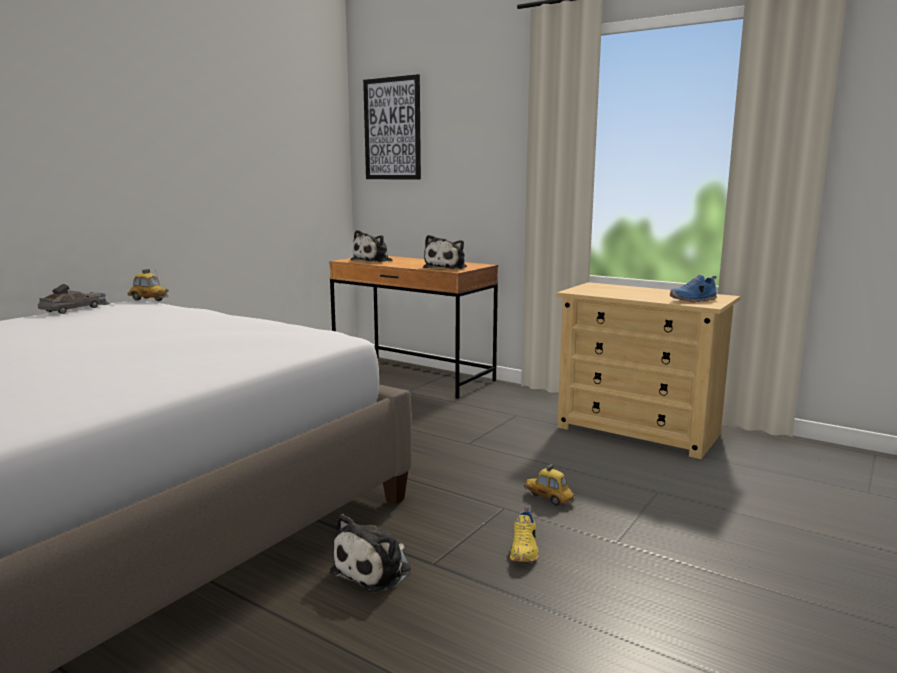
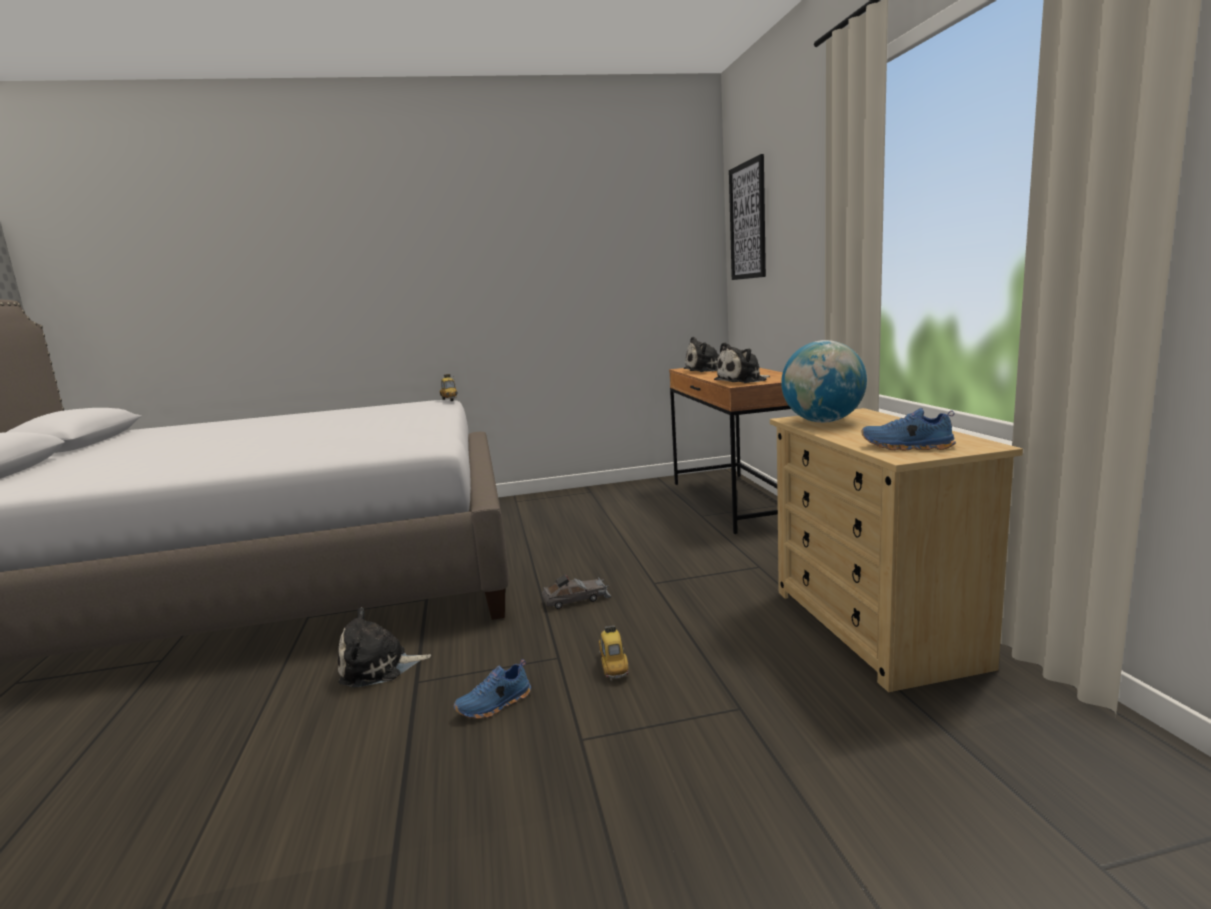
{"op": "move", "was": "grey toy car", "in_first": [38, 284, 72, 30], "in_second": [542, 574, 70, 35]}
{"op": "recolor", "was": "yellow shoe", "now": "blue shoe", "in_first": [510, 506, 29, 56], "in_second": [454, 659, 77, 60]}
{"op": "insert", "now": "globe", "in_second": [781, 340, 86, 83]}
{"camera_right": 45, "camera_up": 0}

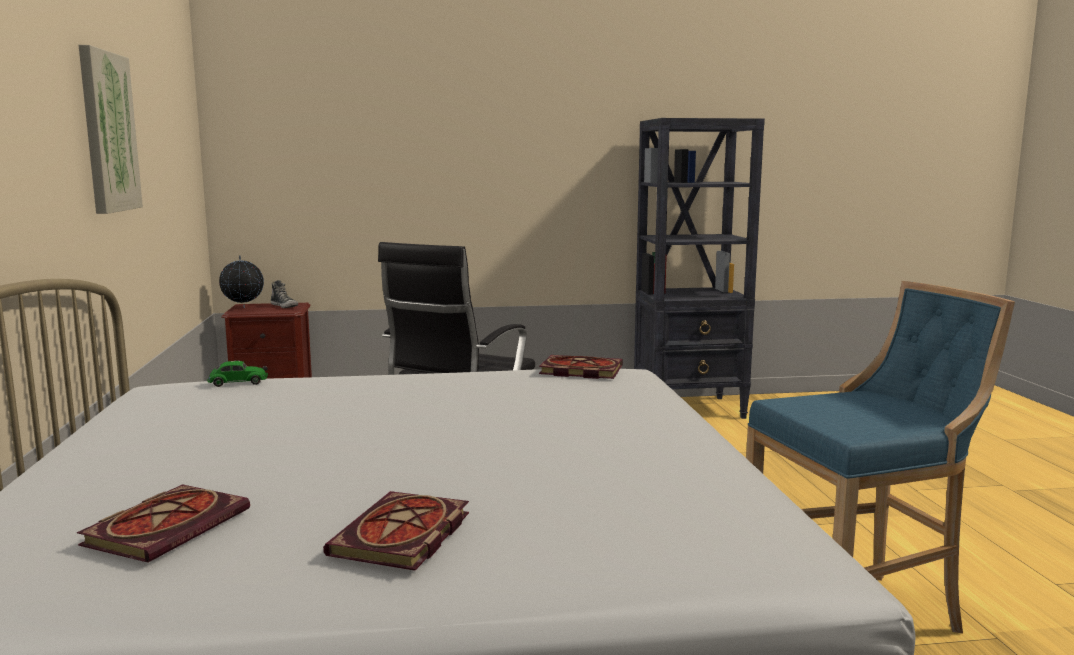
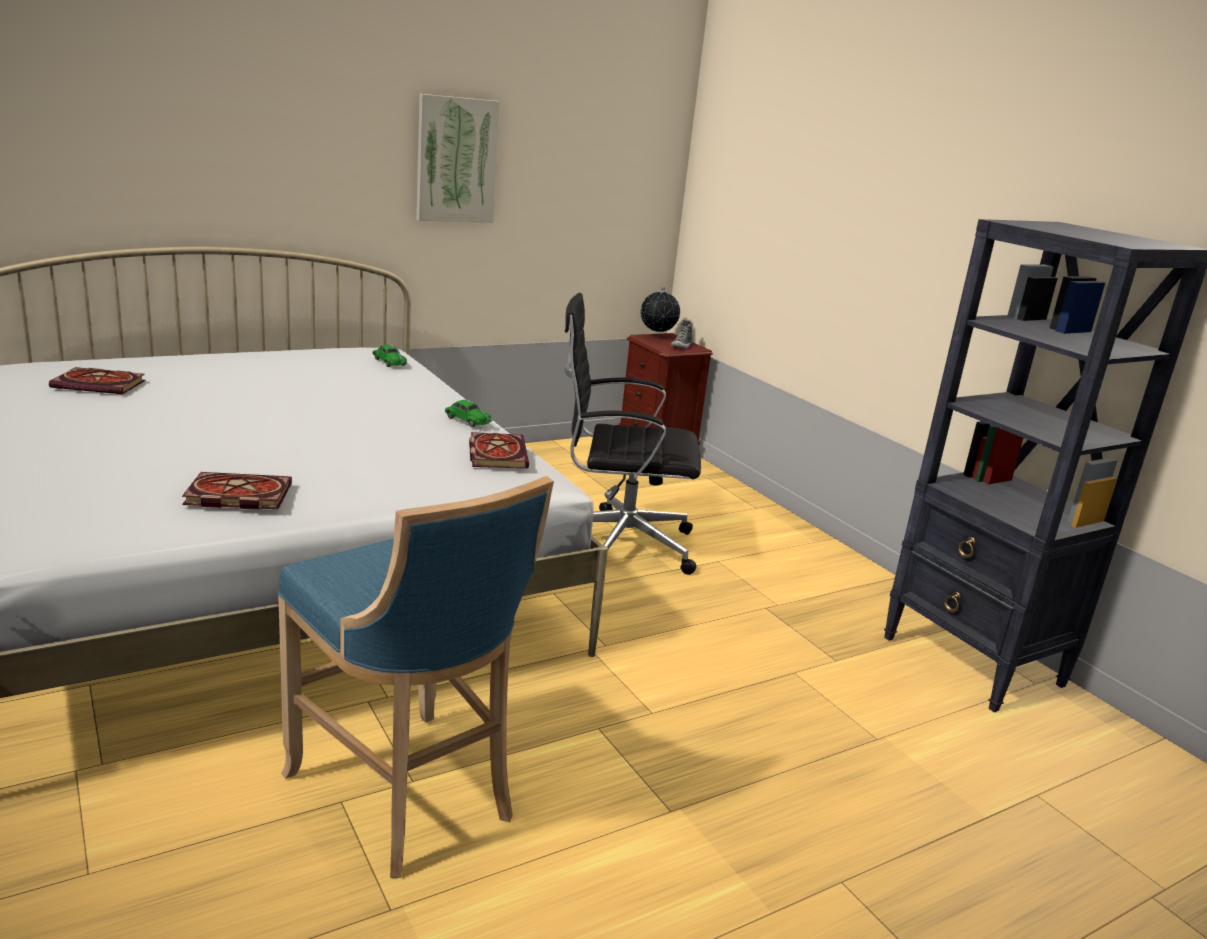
{"op": "move", "was": "book", "in_first": [323, 491, 146, 80], "in_second": [182, 472, 110, 38]}
{"op": "insert", "now": "green toy car", "in_second": [445, 400, 47, 27]}
{"camera_right": 65, "camera_up": 10}

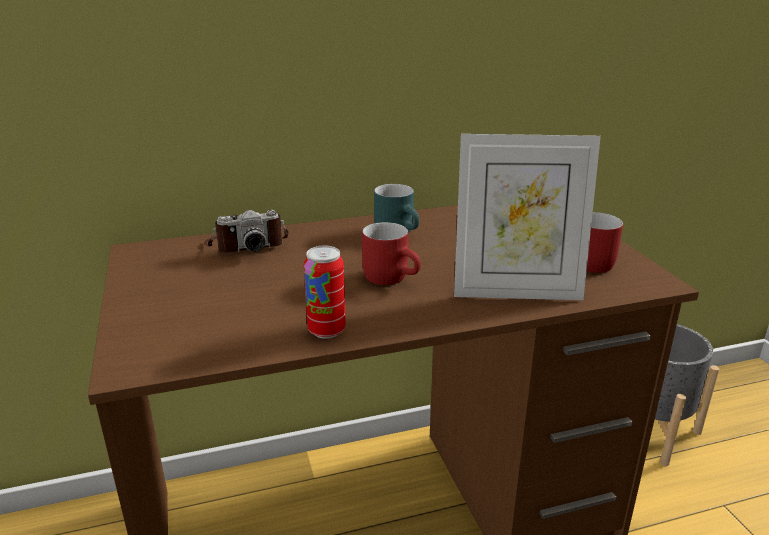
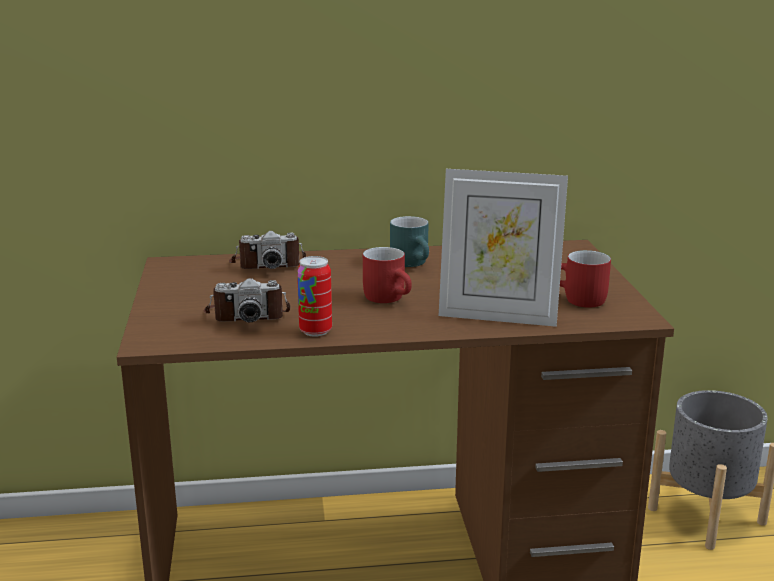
{"op": "insert", "now": "photo camera", "in_second": [204, 278, 86, 44]}
{"camera_right": 10, "camera_up": -5}

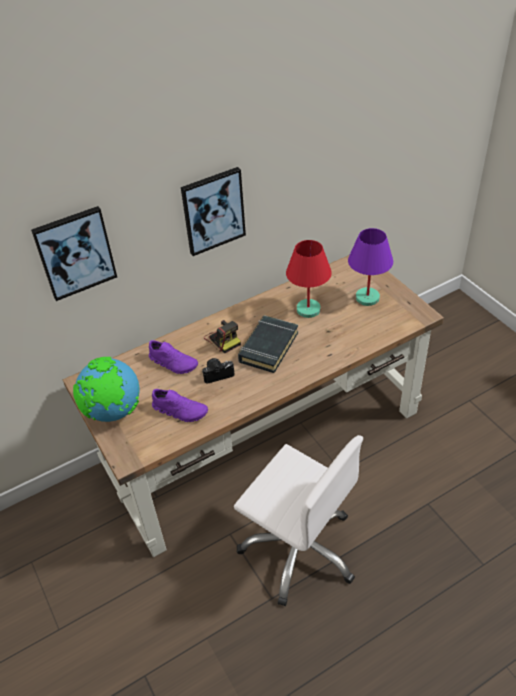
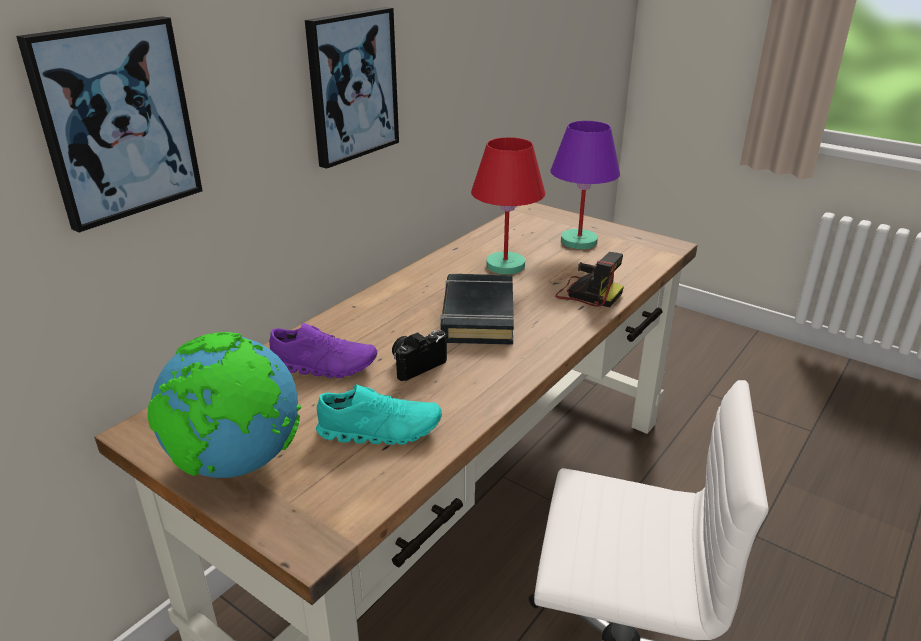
{"op": "recolor", "was": "purple shoe", "now": "turquoise shoe", "in_first": [152, 389, 56, 33], "in_second": [316, 385, 126, 60]}
{"op": "move", "was": "photo camera", "in_first": [204, 320, 37, 33], "in_second": [555, 252, 69, 55]}
{"camera_right": -25, "camera_up": -15}

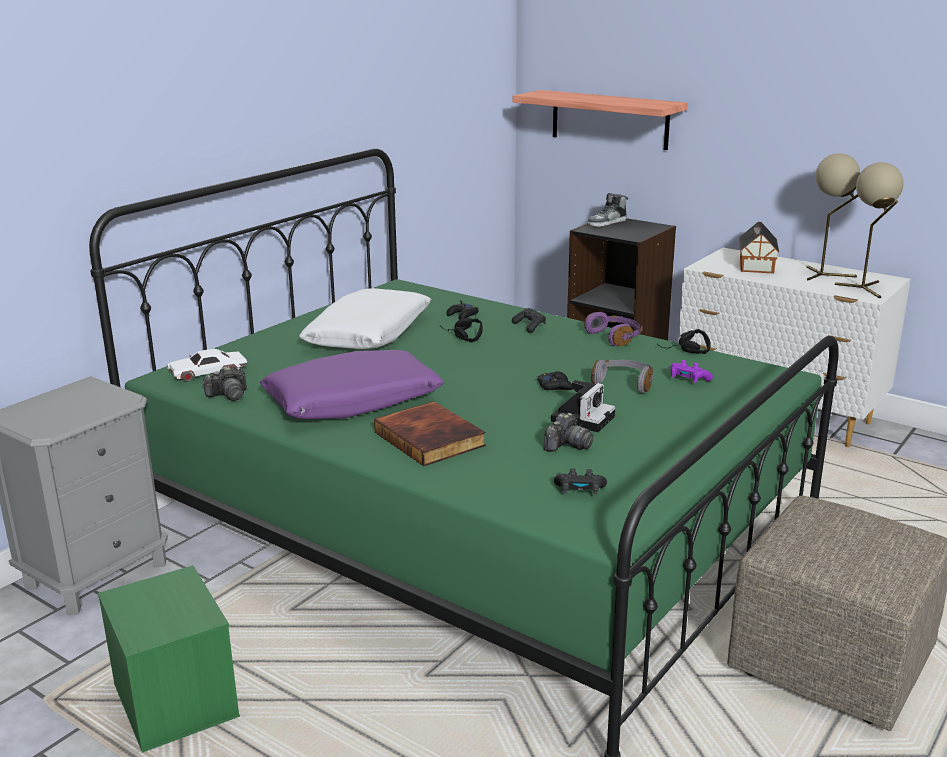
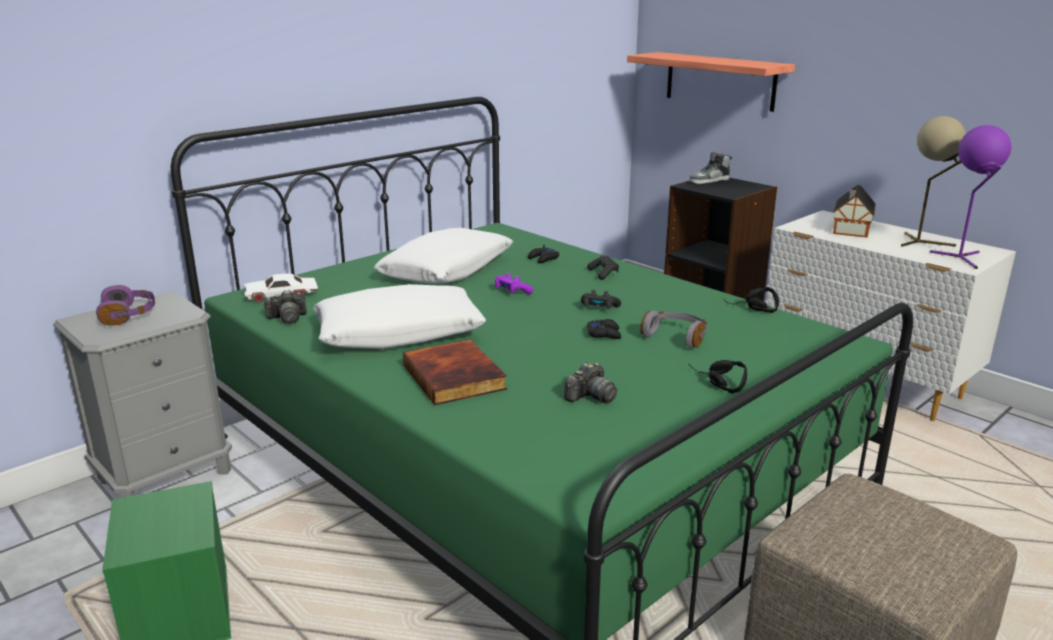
{"op": "recolor", "was": "purple pillow", "now": "white pillow", "in_first": [260, 350, 184, 69], "in_second": [313, 284, 173, 65]}
{"op": "move", "was": "black headphones", "in_first": [440, 318, 43, 25], "in_second": [689, 360, 58, 34]}
{"op": "delete", "was": "photo camera", "in_first": [551, 380, 64, 52]}
{"op": "move", "was": "black game controller", "in_first": [554, 468, 53, 27], "in_second": [581, 290, 40, 20]}
{"op": "move", "was": "purple headphones", "in_first": [584, 312, 59, 34], "in_second": [96, 285, 59, 41]}
{"op": "move", "was": "purple game controller", "in_first": [671, 360, 42, 23], "in_second": [495, 273, 38, 21]}
{"op": "recolor", "was": "beige table lamp", "now": "purple table lamp", "in_first": [835, 162, 69, 136], "in_second": [930, 125, 81, 144]}
{"camera_right": 10, "camera_up": 0}

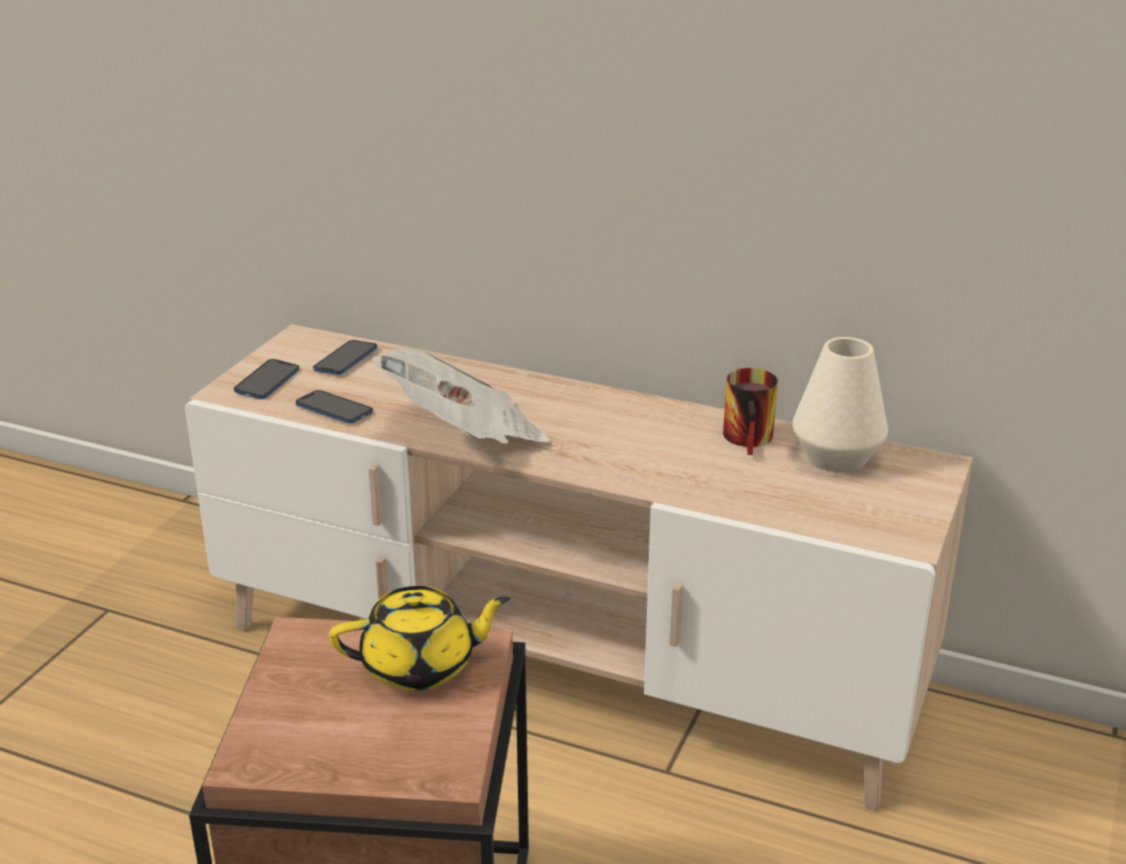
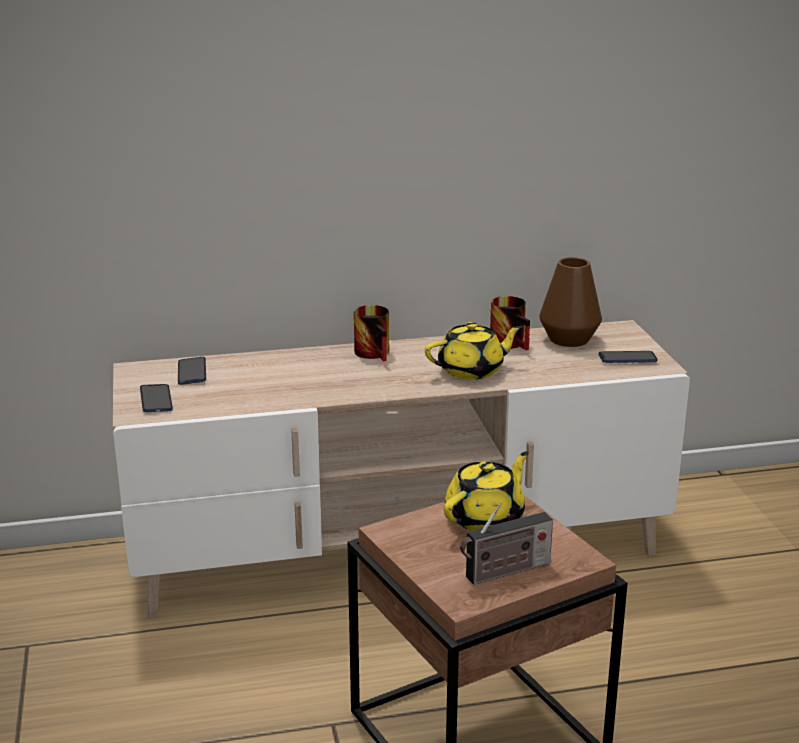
{"op": "move", "was": "phone", "in_first": [296, 390, 77, 34], "in_second": [599, 351, 58, 12]}
{"op": "delete", "was": "newspaper", "in_first": [372, 348, 178, 96]}
{"op": "recolor", "was": "white vase", "now": "brown vase", "in_first": [793, 337, 95, 135], "in_second": [539, 257, 63, 90]}
{"op": "insert", "now": "mug", "in_second": [354, 305, 35, 56]}
{"op": "insert", "now": "yellow teapot", "in_second": [425, 322, 98, 58]}
{"op": "insert", "now": "radio", "in_second": [460, 503, 93, 82]}
{"camera_right": -35, "camera_up": -5}

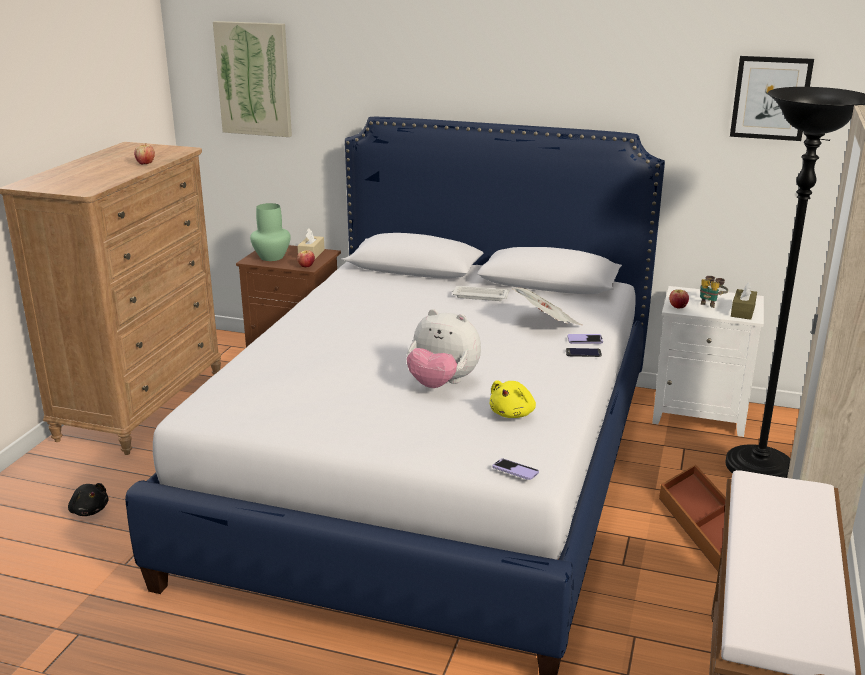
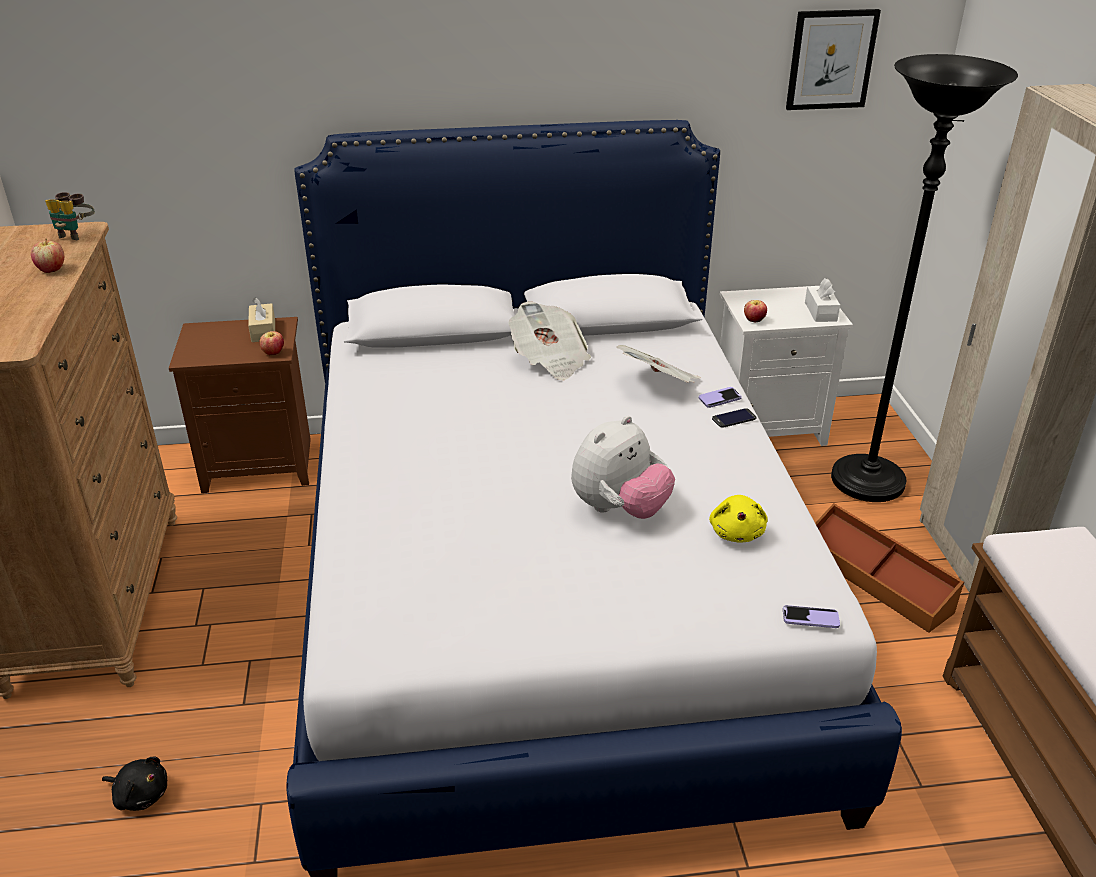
{"op": "delete", "was": "picture", "in_first": [213, 21, 79, 116]}
{"op": "delete", "was": "green vase", "in_first": [250, 203, 41, 58]}
{"op": "rotate", "was": "plush toy", "in_first": [406, 309, 75, 79], "in_second": [571, 416, 104, 103], "clockwise": -45}
{"op": "replace", "was": "white tray", "now": "newspaper", "in_first": [452, 286, 57, 15], "in_second": [508, 301, 83, 79]}
{"op": "move", "was": "binoculars", "in_first": [700, 276, 28, 32], "in_second": [45, 192, 50, 48]}
{"op": "recolor", "was": "brown tissue box", "now": "white tissue box", "in_first": [731, 282, 26, 38], "in_second": [805, 278, 35, 44]}
{"camera_right": -25, "camera_up": 10}

